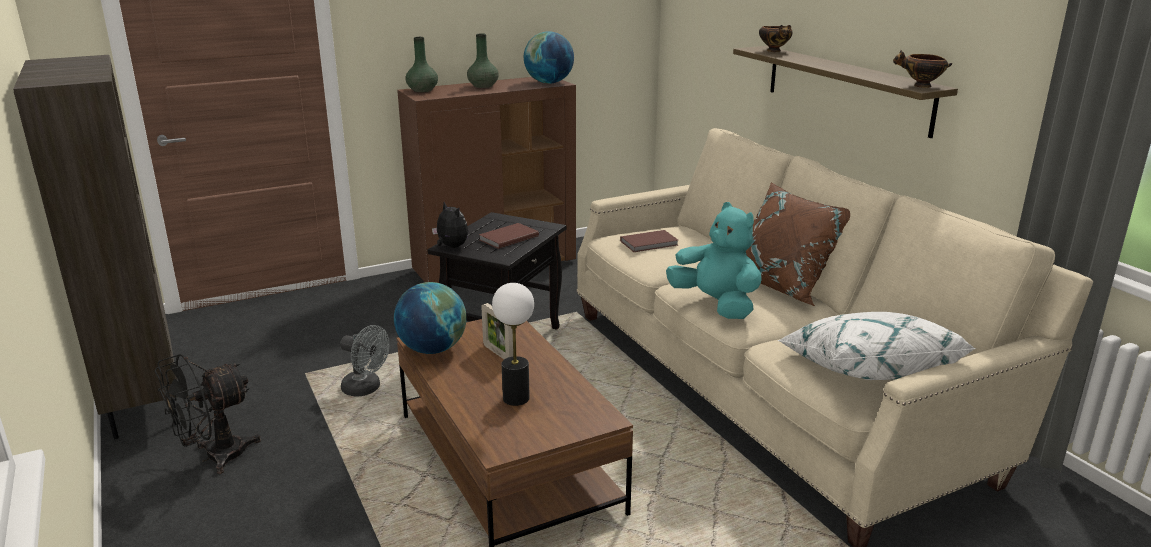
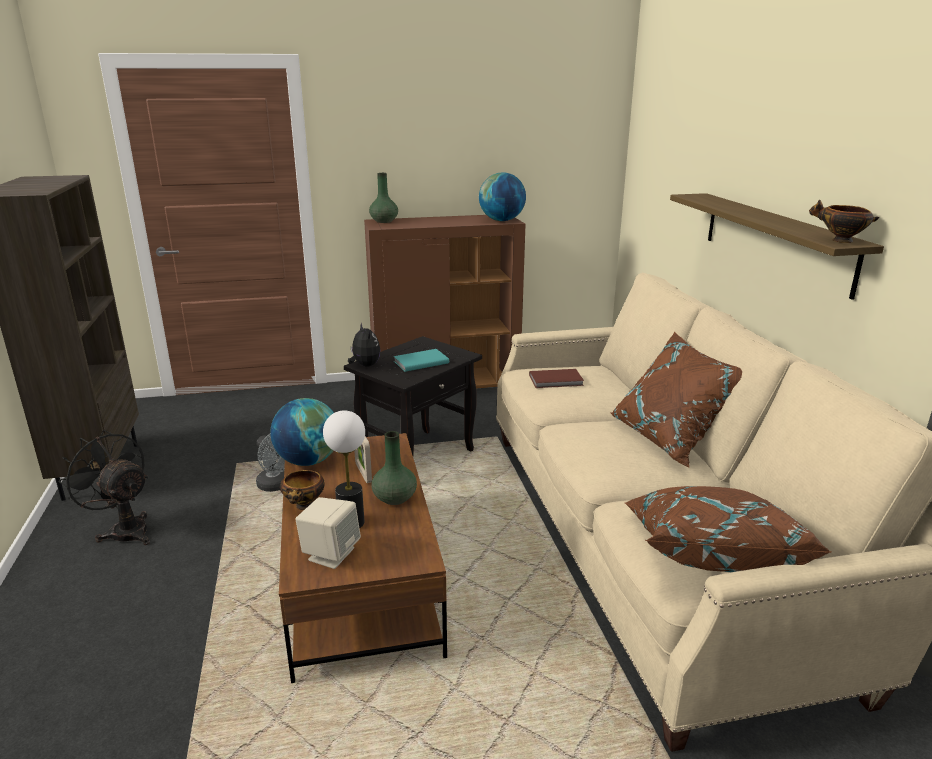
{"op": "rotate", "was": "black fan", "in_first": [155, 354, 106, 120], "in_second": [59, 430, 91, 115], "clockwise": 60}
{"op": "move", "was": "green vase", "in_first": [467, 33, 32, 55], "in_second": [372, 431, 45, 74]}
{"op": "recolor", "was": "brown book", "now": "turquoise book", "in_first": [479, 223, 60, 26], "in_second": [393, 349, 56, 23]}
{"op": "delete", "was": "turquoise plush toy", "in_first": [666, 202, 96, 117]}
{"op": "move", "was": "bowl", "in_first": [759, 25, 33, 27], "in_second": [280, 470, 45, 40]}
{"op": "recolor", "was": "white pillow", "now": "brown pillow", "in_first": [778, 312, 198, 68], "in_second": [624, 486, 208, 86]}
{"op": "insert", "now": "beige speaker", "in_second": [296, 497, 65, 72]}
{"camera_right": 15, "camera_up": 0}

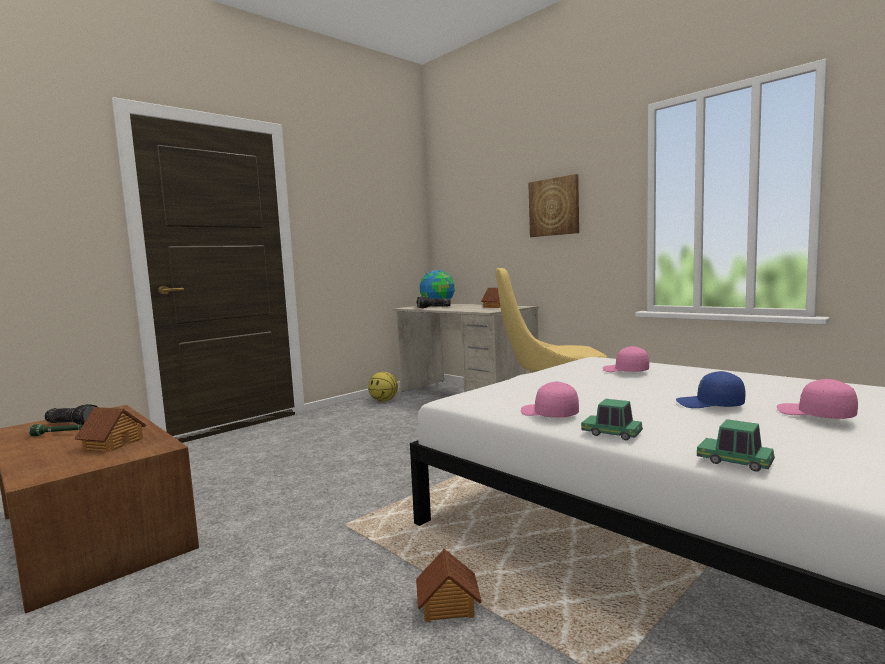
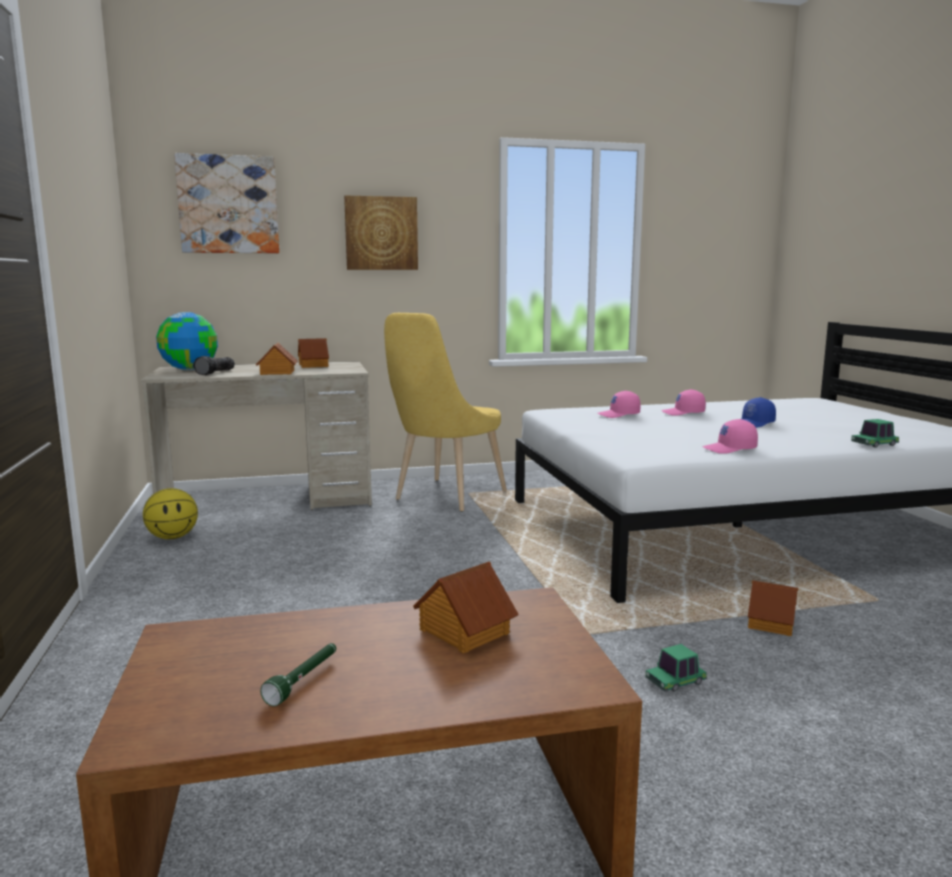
{"op": "delete", "was": "flashlight", "in_first": [44, 404, 54, 21]}
{"op": "move", "was": "toy car", "in_first": [581, 399, 62, 41], "in_second": [646, 644, 61, 48]}
{"op": "move", "was": "pink cap", "in_first": [777, 379, 81, 40], "in_second": [661, 389, 45, 27]}
{"op": "insert", "now": "picture", "in_second": [174, 153, 105, 100]}
{"op": "insert", "now": "toy house", "in_second": [256, 343, 42, 32]}
{"camera_right": -60, "camera_up": 5}

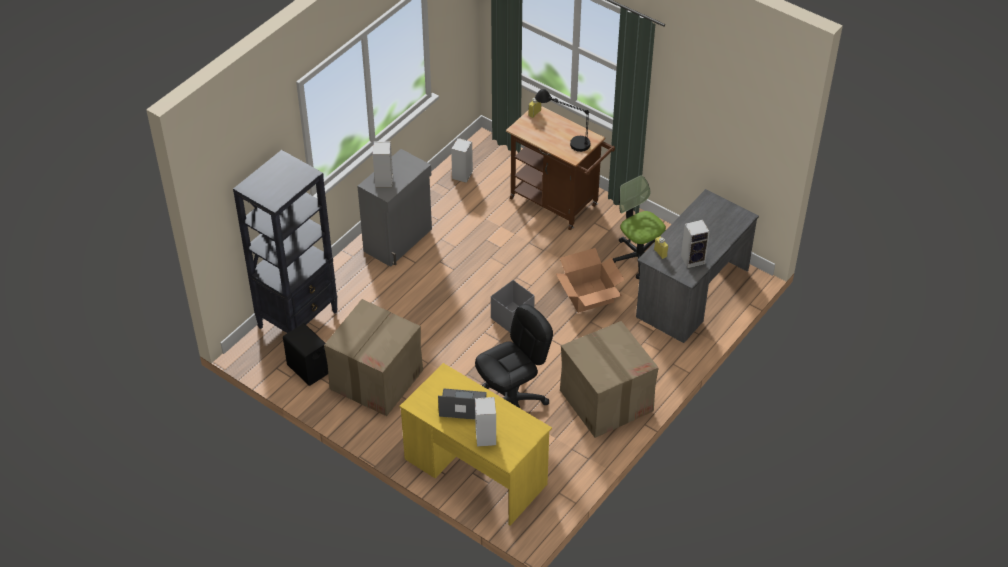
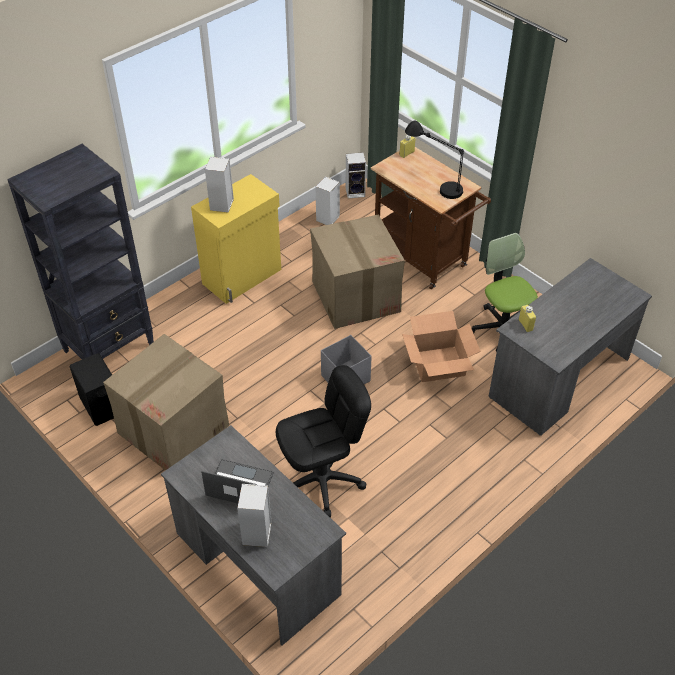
{"op": "recolor", "was": "grey cabinet", "now": "yellow cabinet", "in_first": [357, 149, 75, 118], "in_second": [191, 174, 90, 130]}
{"op": "recolor", "was": "yellow desk", "now": "grey desk", "in_first": [399, 363, 153, 163], "in_second": [161, 425, 185, 221]}
{"op": "move", "was": "cardboard box", "in_first": [560, 321, 99, 117], "in_second": [310, 214, 95, 115]}
{"op": "move", "was": "speaker", "in_first": [681, 220, 29, 48], "in_second": [346, 152, 20, 47]}
{"camera_right": 10, "camera_up": 0}

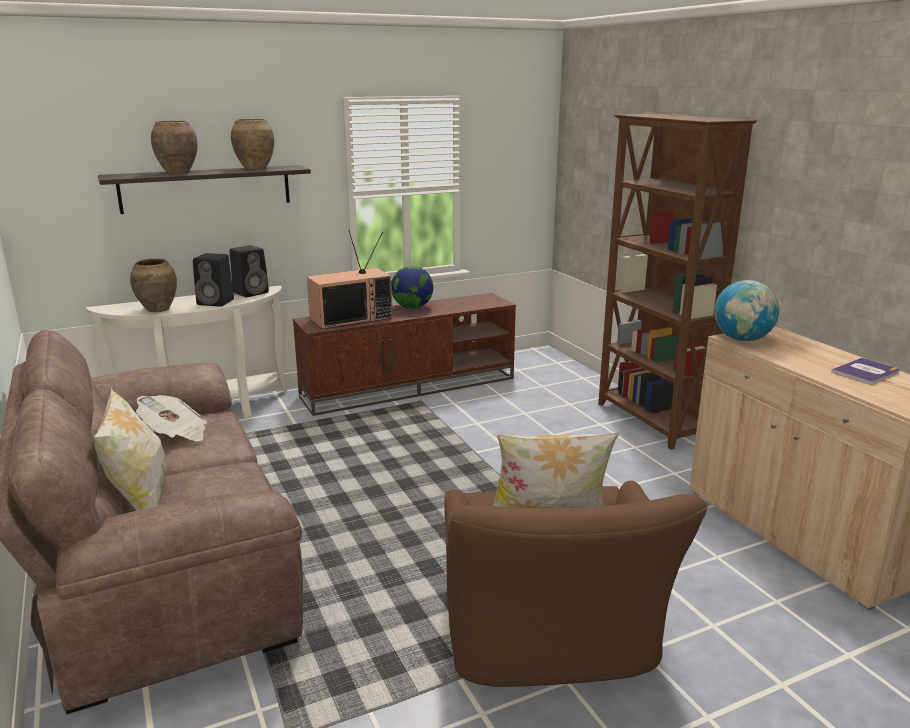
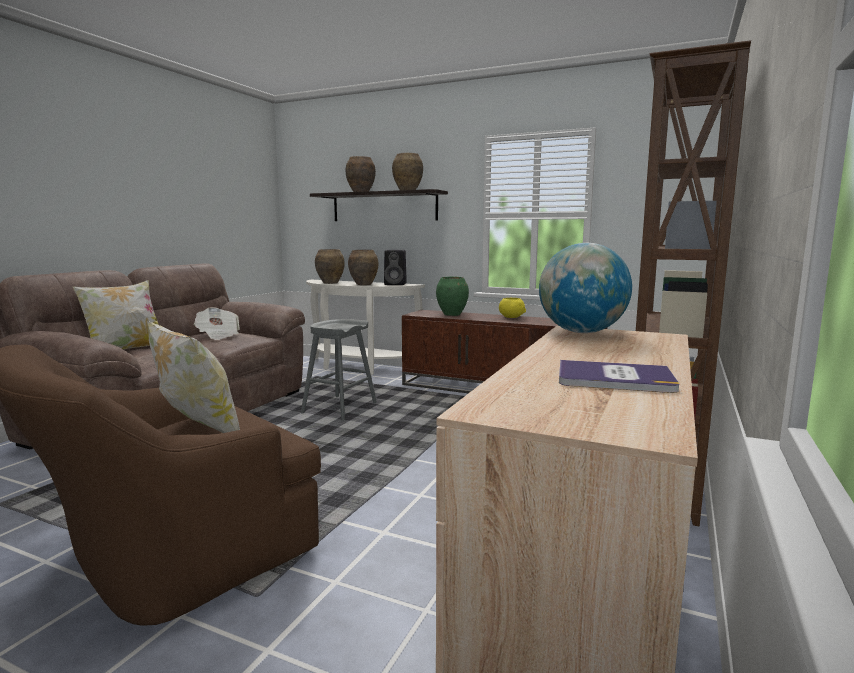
{"op": "replace", "was": "black speaker", "now": "brown vase", "in_first": [193, 253, 41, 54], "in_second": [348, 250, 31, 35]}
{"op": "replace", "was": "television", "now": "green vase", "in_first": [307, 230, 86, 99], "in_second": [436, 277, 33, 39]}
{"op": "replace", "was": "globe", "now": "yellow bowl", "in_first": [391, 266, 42, 43], "in_second": [499, 298, 27, 20]}
{"op": "insert", "now": "grey stool", "in_second": [301, 319, 76, 102]}
{"camera_right": 50, "camera_up": -10}

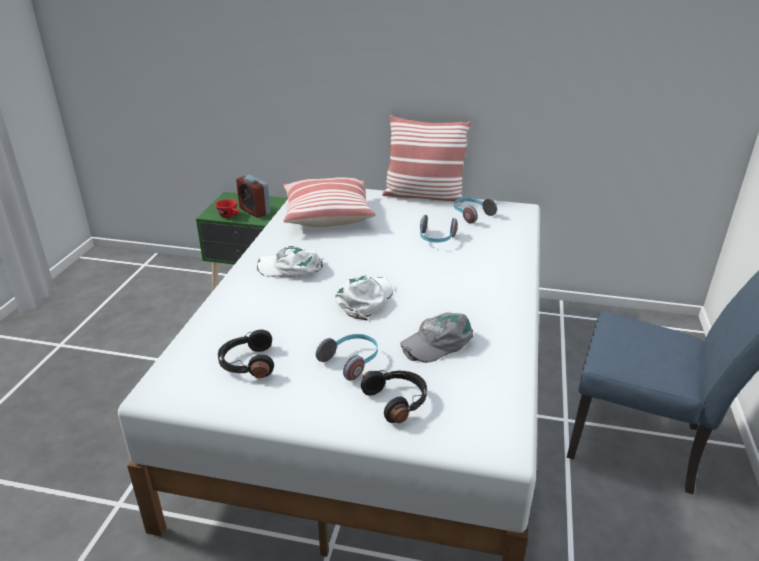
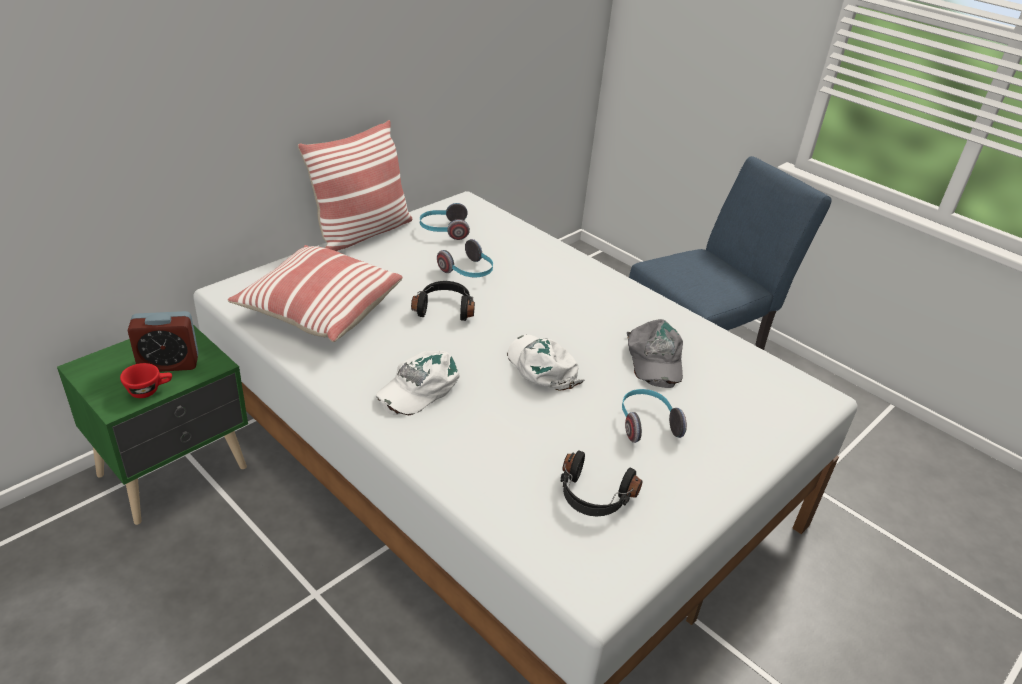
{"op": "move", "was": "black headphones", "in_first": [361, 370, 66, 53], "in_second": [411, 281, 64, 40]}
{"camera_right": -60, "camera_up": 5}

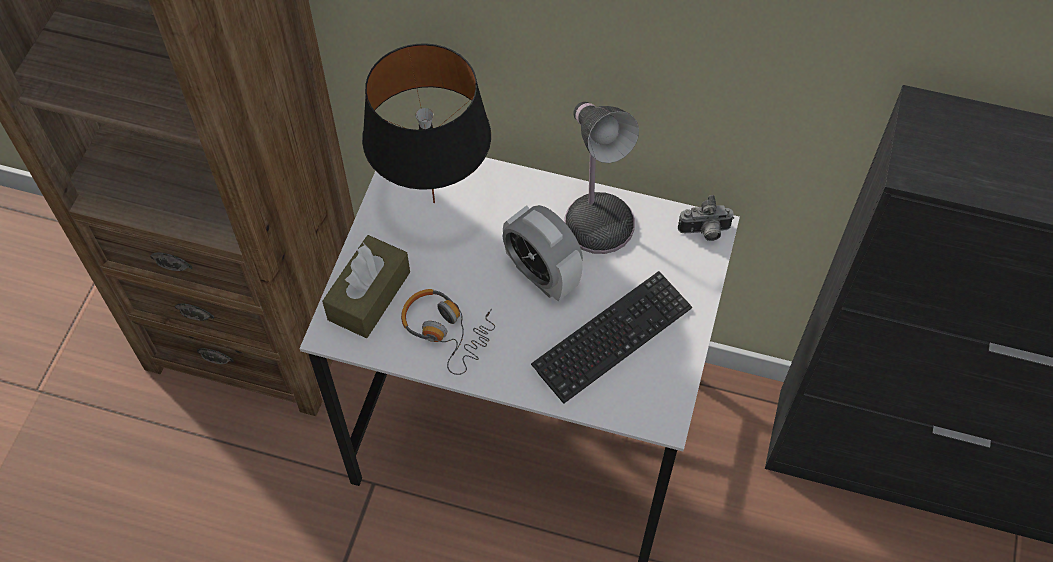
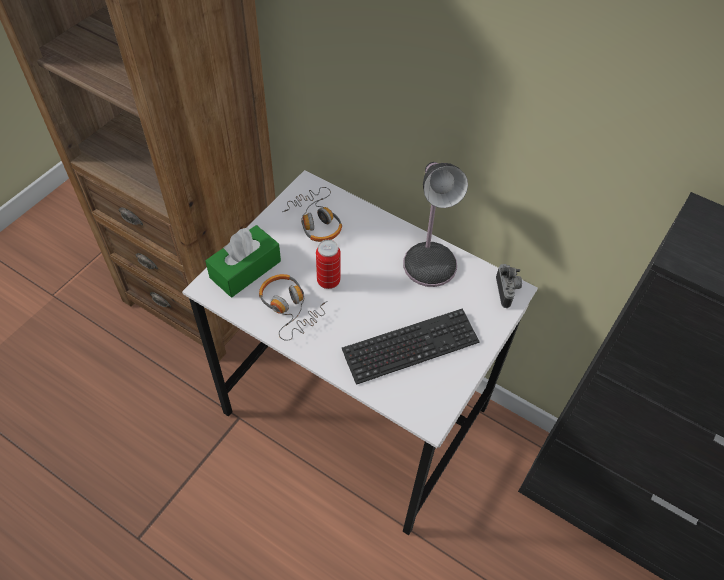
{"op": "recolor", "was": "brown tissue box", "now": "green tissue box", "in_first": [322, 235, 88, 103], "in_second": [205, 225, 76, 72]}
{"op": "replace", "was": "black table lamp", "now": "headphones", "in_first": [362, 43, 129, 160], "in_second": [282, 187, 60, 55]}
{"op": "delete", "was": "alarm clock", "in_first": [503, 205, 80, 97]}
{"op": "rotate", "was": "photo camera", "in_first": [678, 195, 56, 46], "in_second": [496, 264, 26, 44], "clockwise": -105}
{"op": "insert", "now": "can", "in_second": [316, 240, 25, 49]}
{"camera_right": 15, "camera_up": -5}

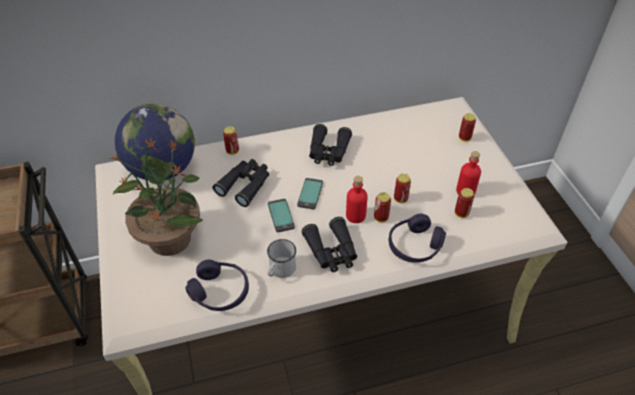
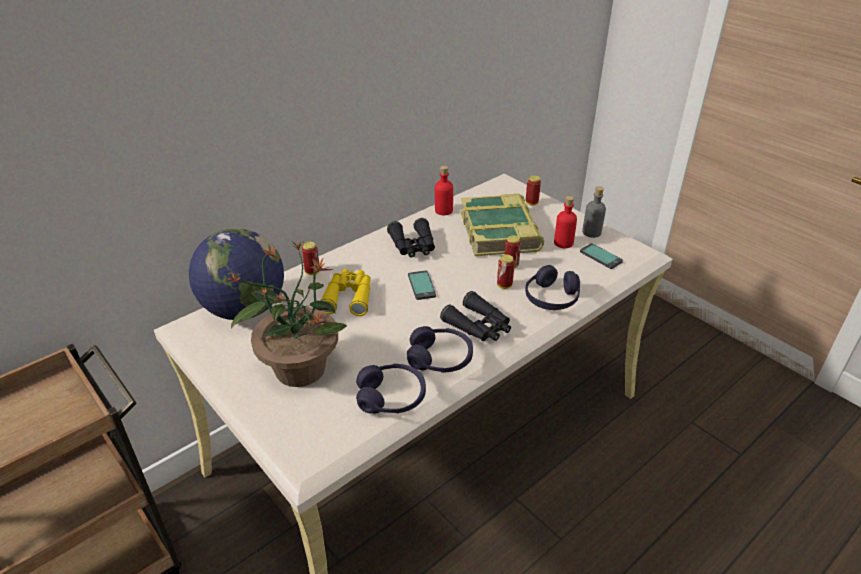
{"op": "recolor", "was": "black binoculars", "now": "yellow binoculars", "in_first": [213, 159, 56, 48], "in_second": [320, 269, 51, 47]}
{"op": "replace", "was": "white mug", "now": "purple headphones", "in_first": [267, 239, 29, 39], "in_second": [407, 326, 66, 47]}
{"op": "move", "was": "phone", "in_first": [268, 199, 27, 34], "in_second": [580, 243, 43, 26]}
{"op": "move", "was": "red bottle", "in_first": [346, 176, 22, 47], "in_second": [435, 166, 18, 49]}
{"op": "delete", "was": "can", "in_first": [455, 188, 19, 30]}
{"op": "insert", "now": "book", "in_second": [461, 193, 84, 63]}
{"op": "insert", "now": "grey bottle", "in_second": [582, 186, 24, 52]}
{"camera_right": -25, "camera_up": -10}

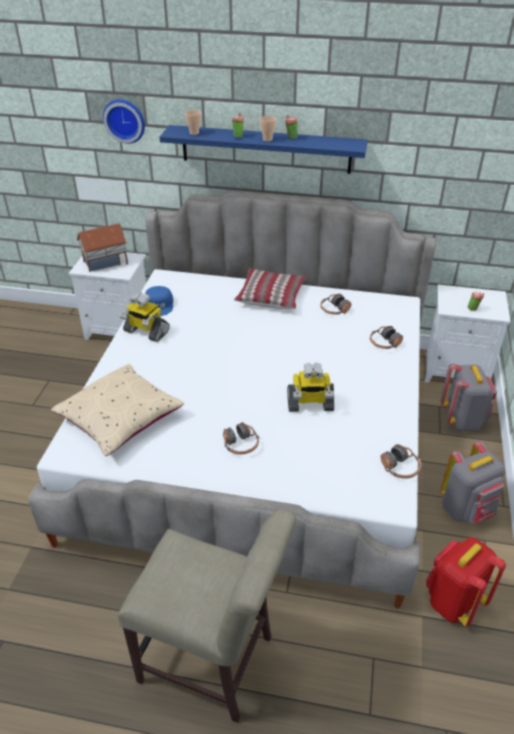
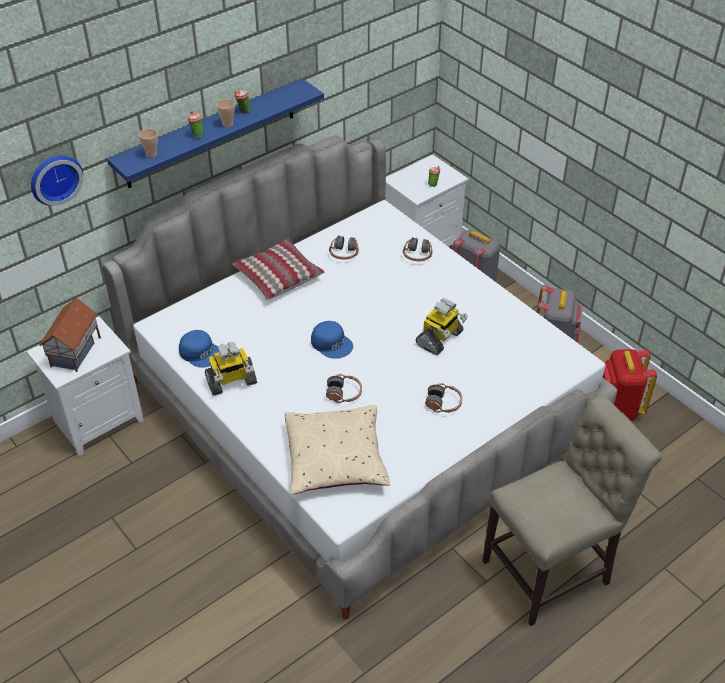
{"op": "move", "was": "headphones", "in_first": [381, 444, 40, 35], "in_second": [326, 374, 36, 29]}
{"op": "insert", "now": "blue cap", "in_second": [311, 321, 42, 38]}
{"camera_right": -50, "camera_up": 5}

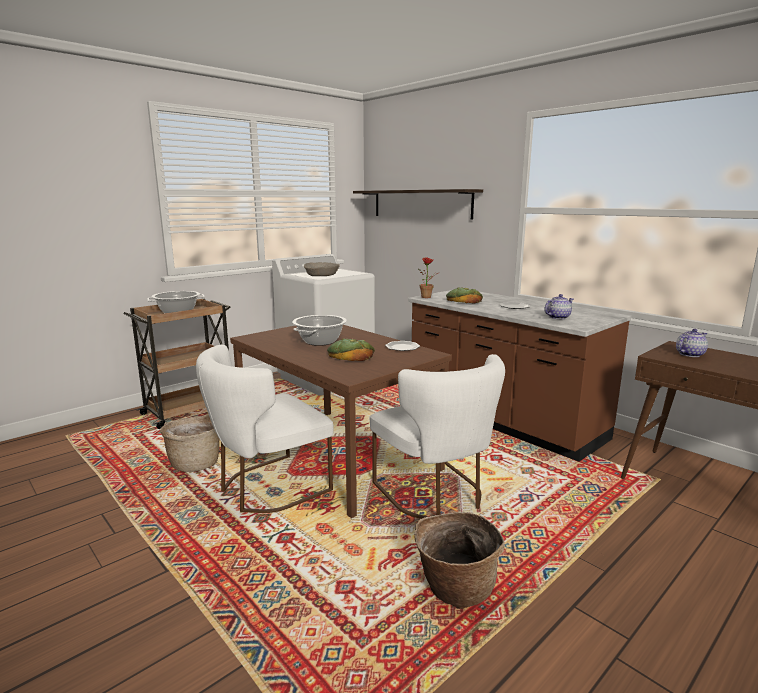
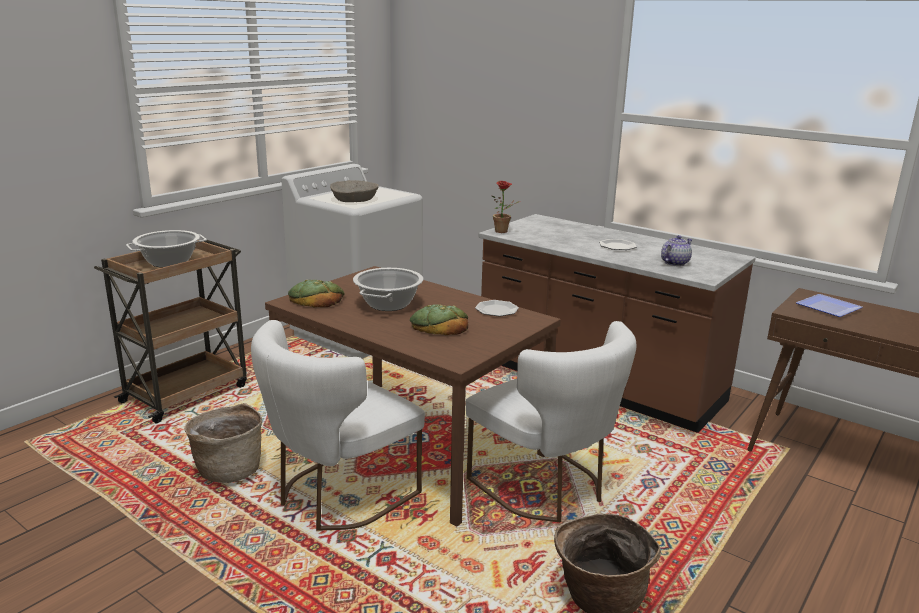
{"op": "delete", "was": "shelf", "in_first": [353, 189, 130, 31]}
{"op": "move", "was": "bread", "in_first": [446, 288, 37, 15], "in_second": [288, 280, 57, 27]}
{"op": "replace", "was": "teapot", "now": "plate", "in_first": [676, 329, 32, 28], "in_second": [796, 294, 67, 23]}
{"camera_right": -10, "camera_up": 5}

